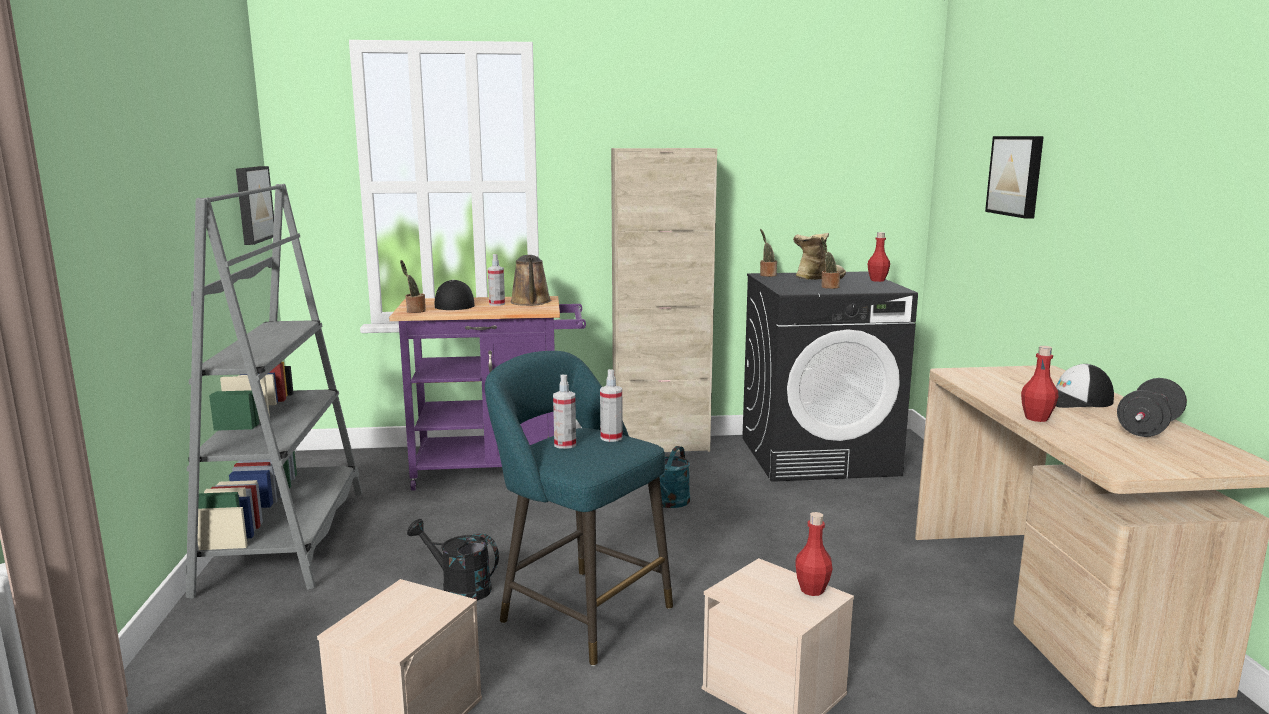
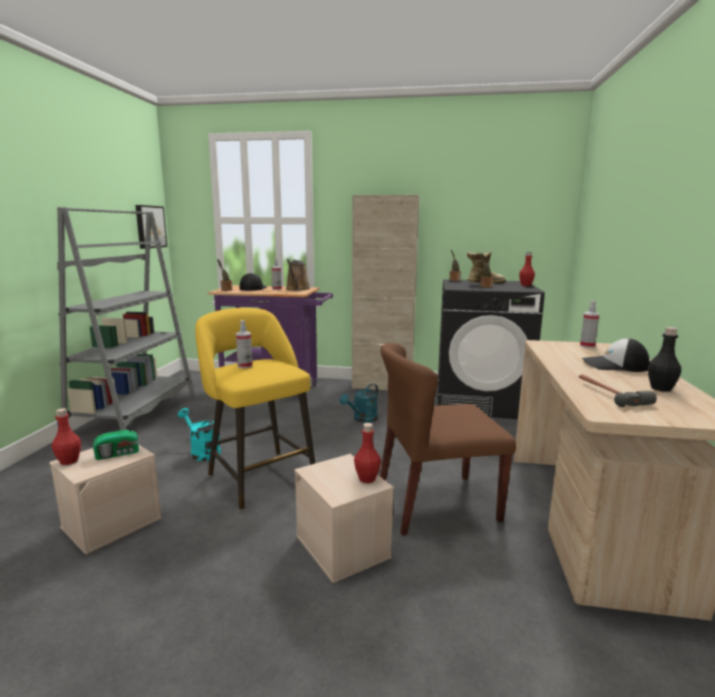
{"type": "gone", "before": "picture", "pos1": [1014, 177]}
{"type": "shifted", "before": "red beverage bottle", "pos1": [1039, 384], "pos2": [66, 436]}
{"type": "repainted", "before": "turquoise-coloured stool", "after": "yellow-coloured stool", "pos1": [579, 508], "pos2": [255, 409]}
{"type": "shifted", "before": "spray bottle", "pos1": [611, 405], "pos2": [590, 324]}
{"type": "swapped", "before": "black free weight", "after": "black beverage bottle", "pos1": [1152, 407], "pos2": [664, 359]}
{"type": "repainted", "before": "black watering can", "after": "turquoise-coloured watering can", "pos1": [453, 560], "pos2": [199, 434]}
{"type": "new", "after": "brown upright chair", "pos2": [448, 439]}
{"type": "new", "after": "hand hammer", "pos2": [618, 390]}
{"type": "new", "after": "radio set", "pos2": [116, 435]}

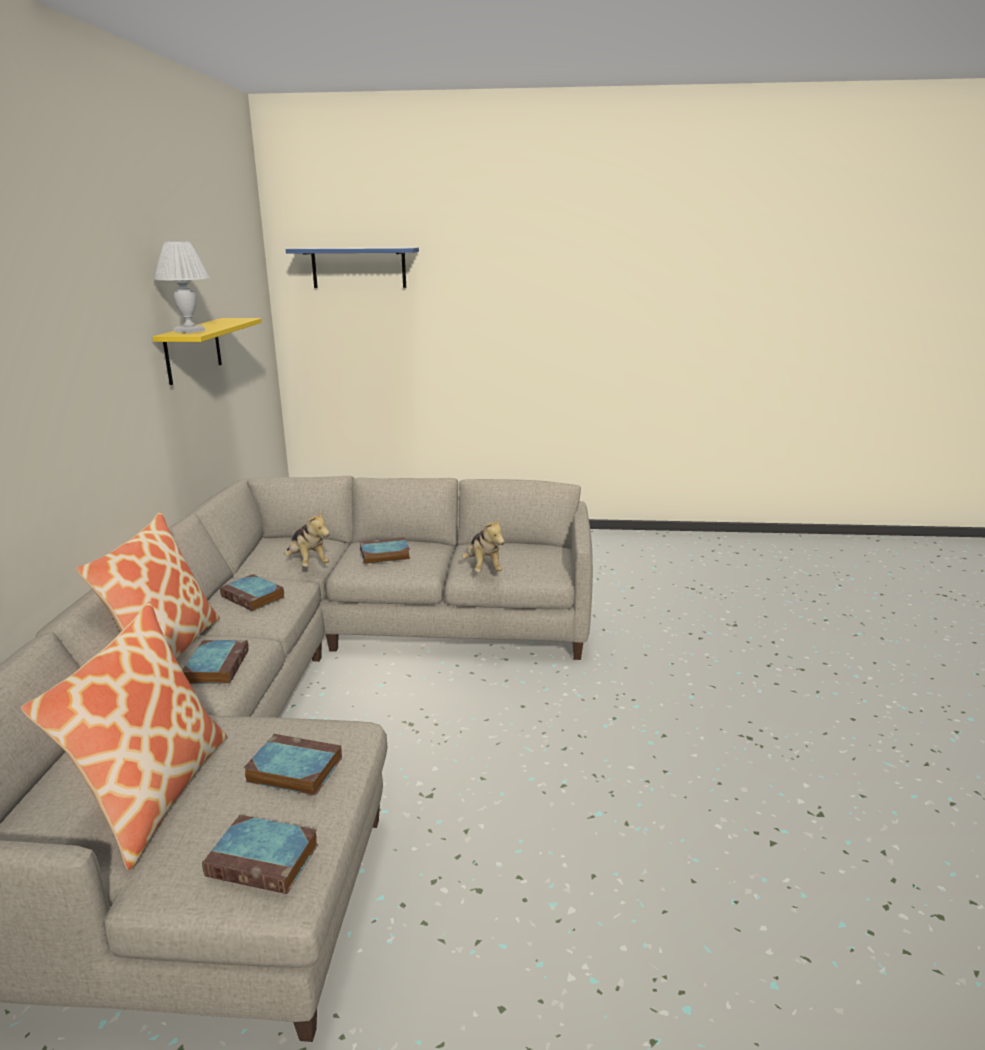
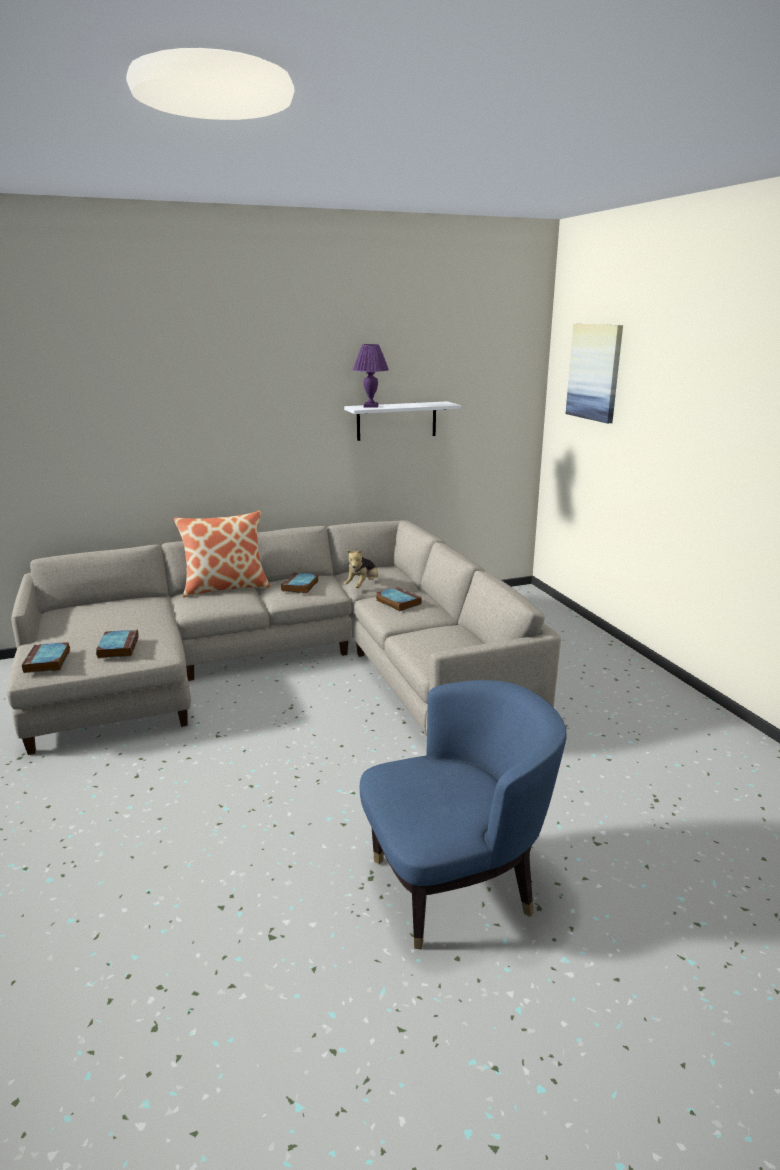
{"type": "repainted", "before": "white-coloured lamp for a table", "after": "purple-coloured lamp for a table", "pos1": [182, 287], "pos2": [371, 376]}
{"type": "swapped", "before": "blue wall shelf", "after": "picture", "pos1": [352, 267], "pos2": [594, 374]}
{"type": "repainted", "before": "yellow-coloured wall shelf", "after": "white-coloured wall shelf", "pos1": [207, 351], "pos2": [402, 421]}
{"type": "gone", "before": "cuddly toy", "pos1": [483, 545]}
{"type": "gone", "before": "throw pillow", "pos1": [124, 736]}
{"type": "gone", "before": "book", "pos1": [215, 662]}
{"type": "new", "after": "blue armchair", "pos2": [463, 815]}

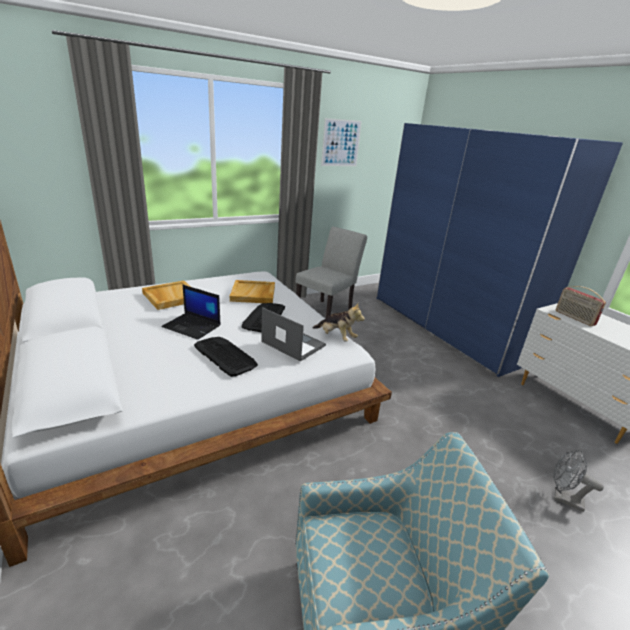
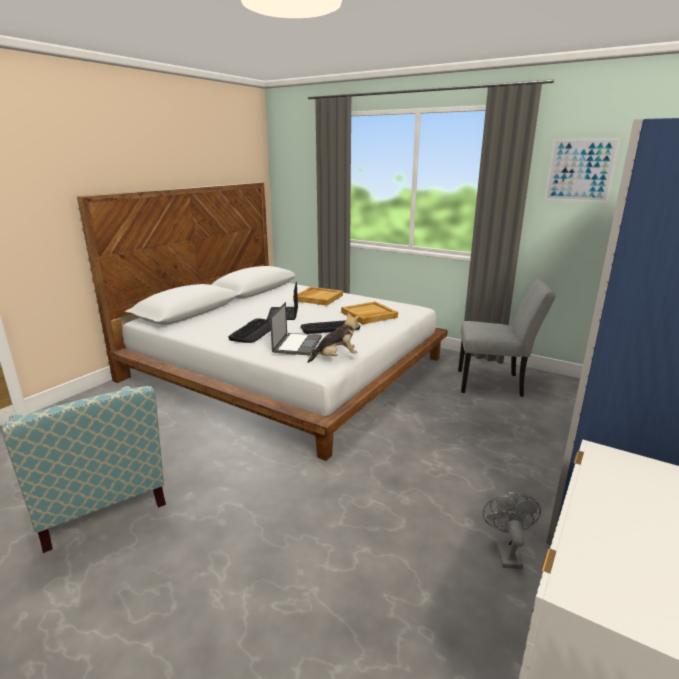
{"type": "gone", "before": "radio set", "pos1": [581, 306]}
{"type": "rotated", "before": "cuddly toy", "pos1": [338, 322], "pos2": [333, 337], "turn": -120}
{"type": "shifted", "before": "grey fan", "pos1": [578, 481], "pos2": [512, 530]}

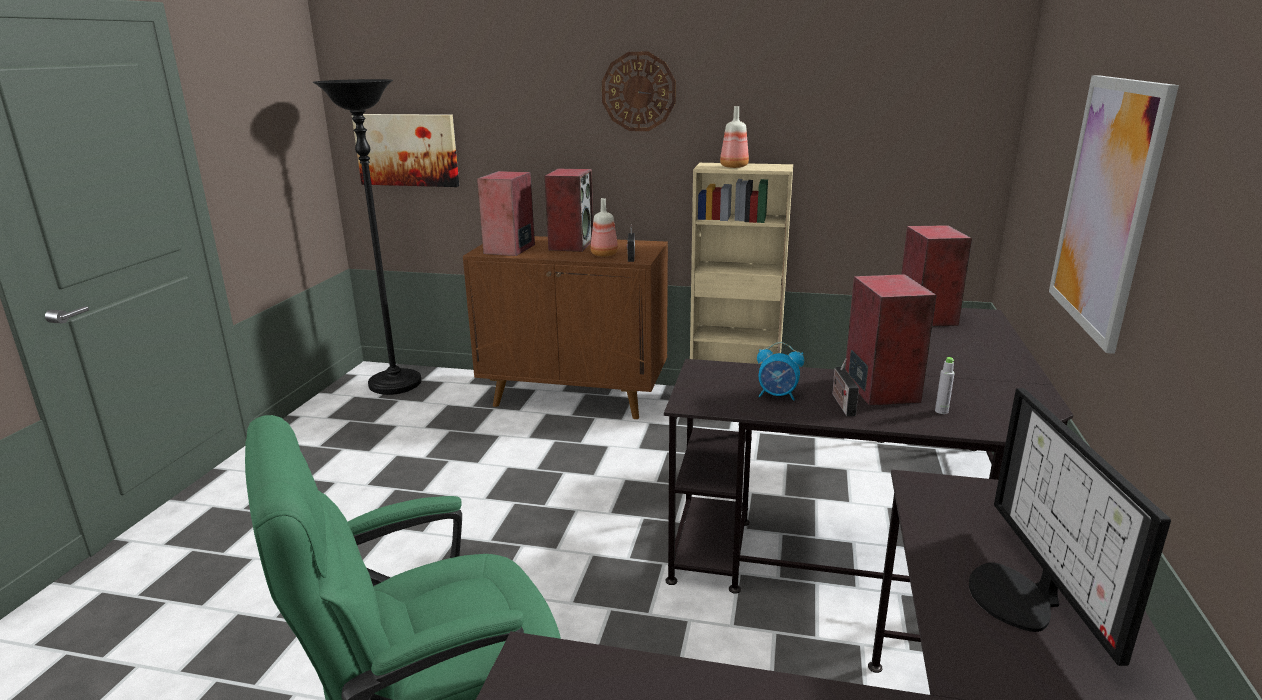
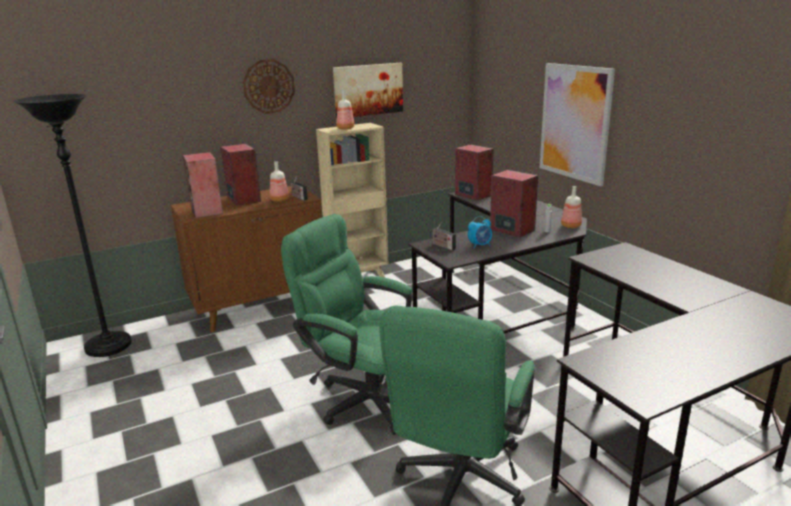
{"type": "shifted", "before": "picture", "pos1": [405, 150], "pos2": [368, 90]}
{"type": "shifted", "before": "radio set", "pos1": [845, 387], "pos2": [444, 236]}
{"type": "gone", "before": "computer screen", "pos1": [1070, 527]}
{"type": "new", "after": "beverage bottle", "pos2": [571, 207]}
{"type": "new", "after": "green computer chair", "pos2": [346, 324]}

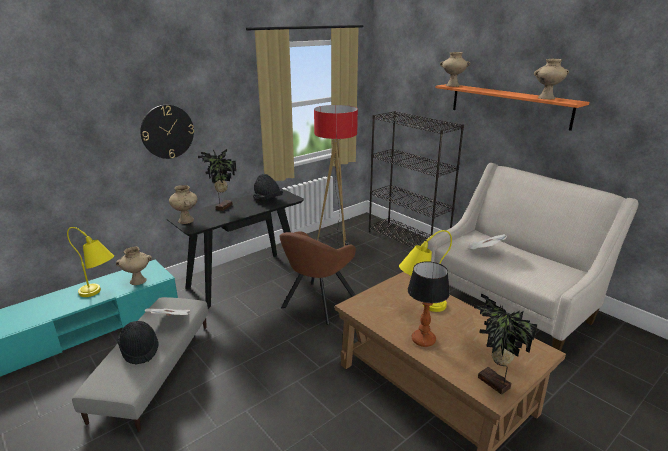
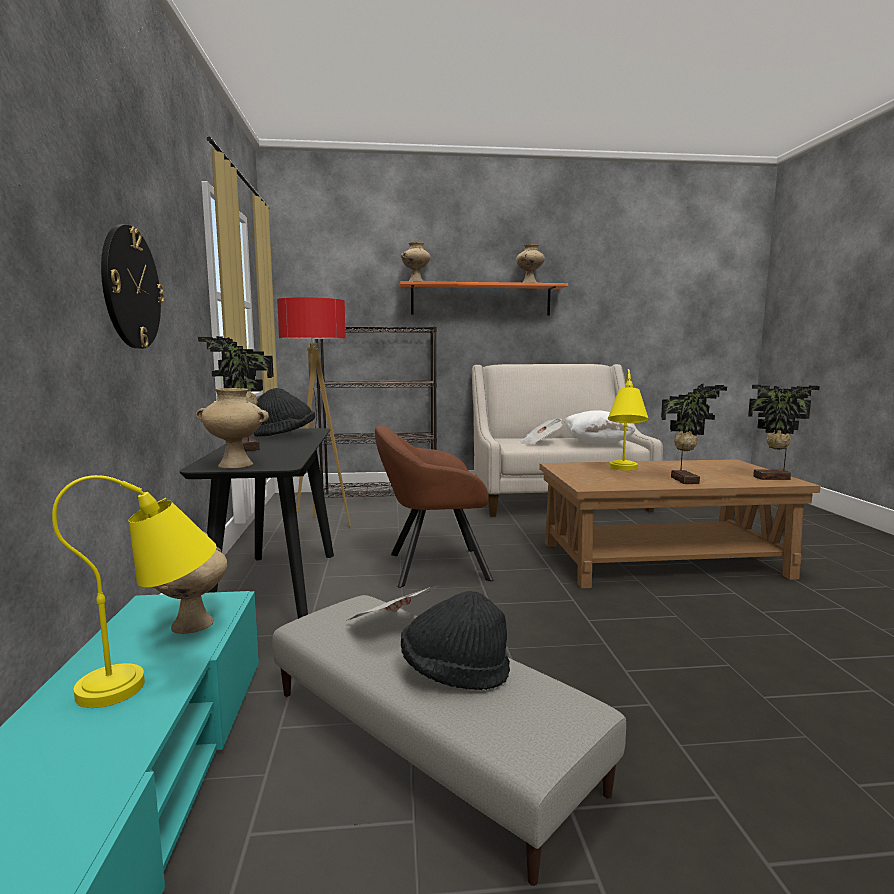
{"type": "rotated", "before": "brown armchair", "pos1": [317, 278], "pos2": [434, 506], "turn": 105}
{"type": "swapped", "before": "lamp for a table", "after": "potted plant", "pos1": [428, 304], "pos2": [694, 434]}
{"type": "new", "after": "white-coloured throw pillow", "pos2": [600, 427]}

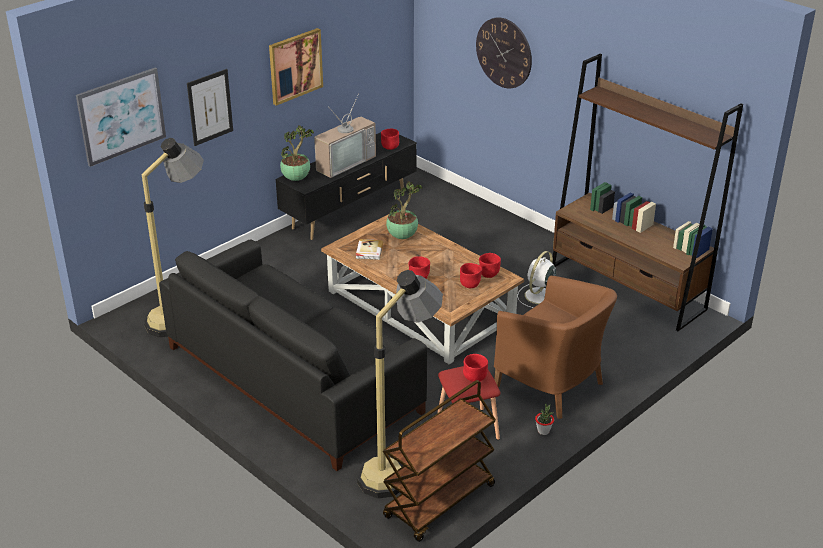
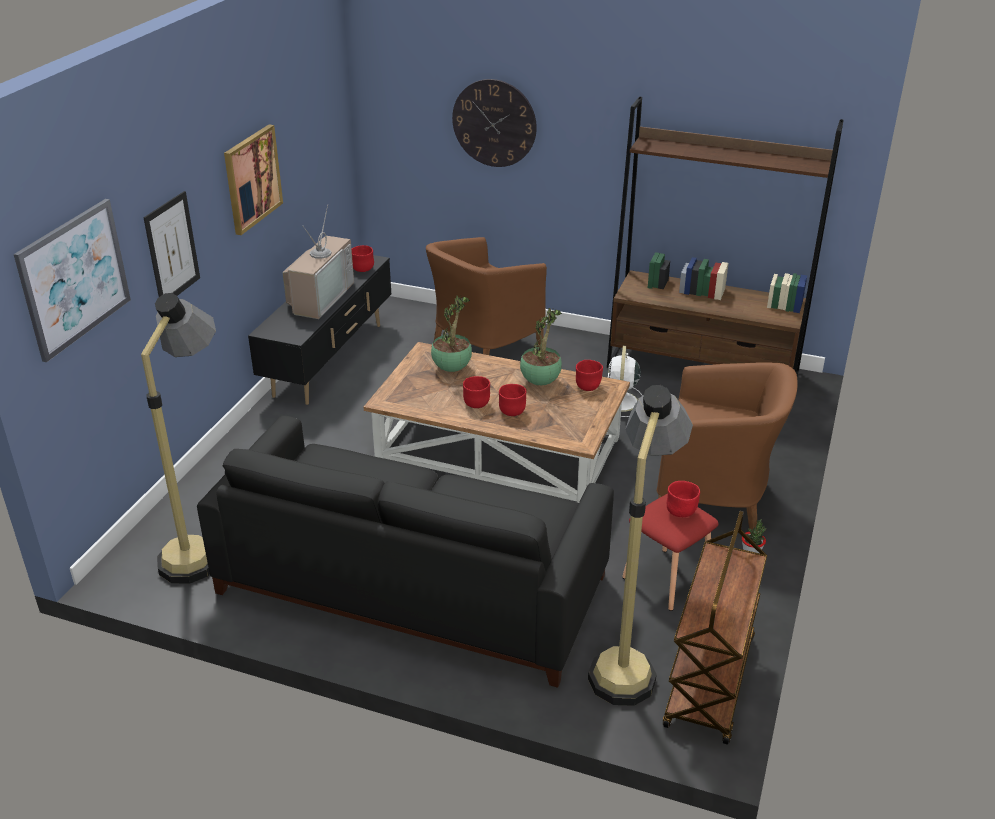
{"type": "shifted", "before": "potted plant", "pos1": [297, 153], "pos2": [541, 346]}
{"type": "gone", "before": "book", "pos1": [369, 249]}
{"type": "shifted", "before": "red serving bowl", "pos1": [471, 275], "pos2": [476, 392]}
{"type": "new", "after": "brown armchair", "pos2": [486, 296]}

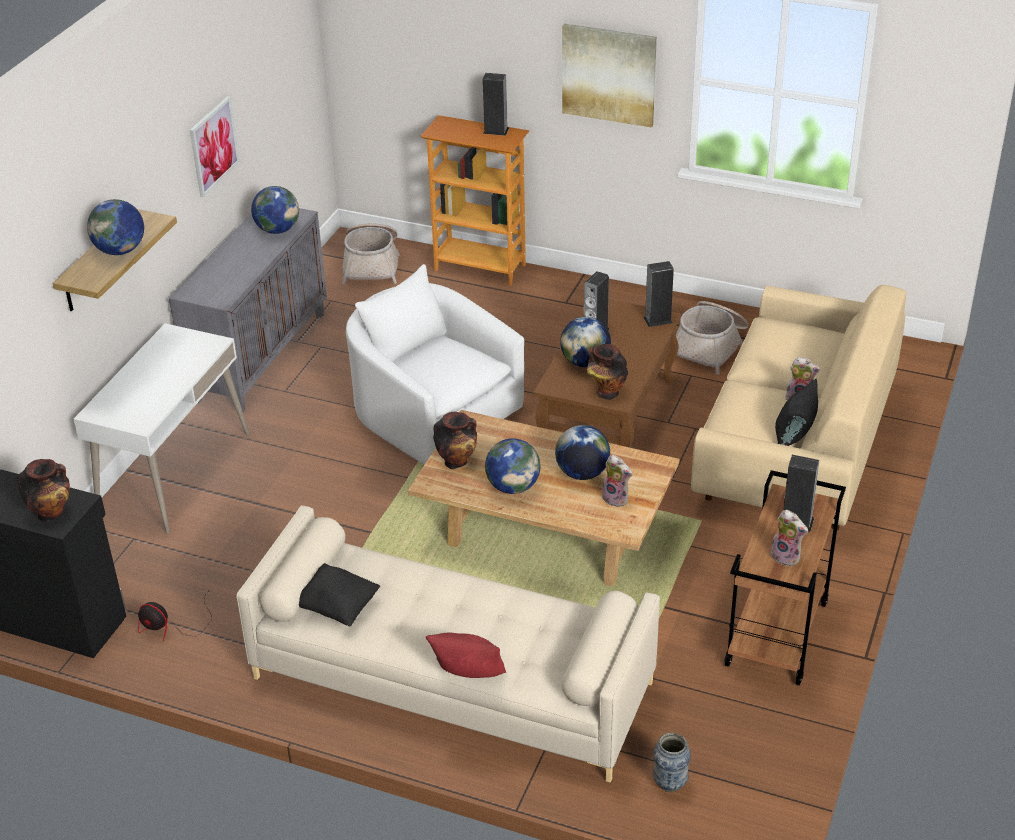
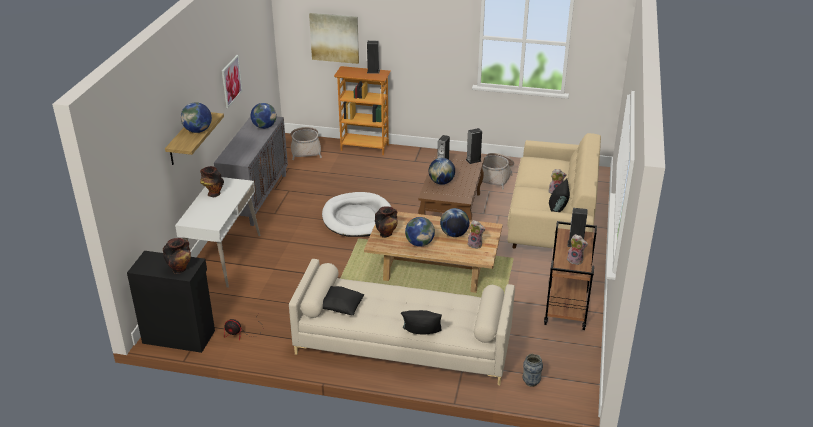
{"type": "shifted", "before": "picture", "pos1": [609, 75], "pos2": [334, 38]}
{"type": "swapped", "before": "white-coloured armchair", "after": "white-coloured dog cushion", "pos1": [435, 364], "pos2": [356, 214]}
{"type": "shifted", "before": "decorative vase", "pos1": [607, 372], "pos2": [212, 181]}
{"type": "repainted", "before": "red throw pillow", "after": "black throw pillow", "pos1": [466, 655], "pos2": [421, 322]}

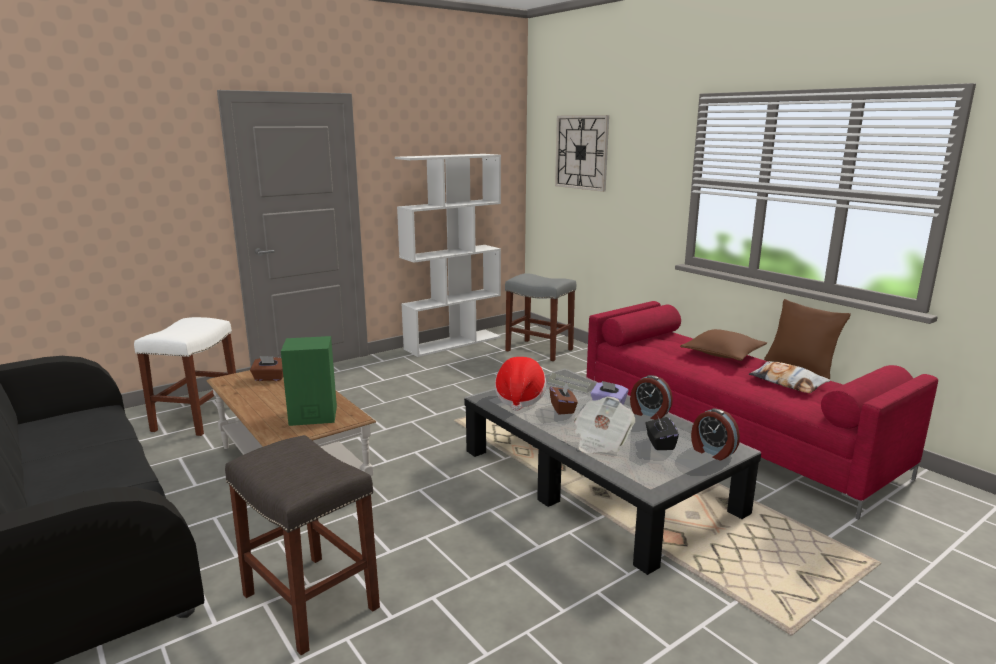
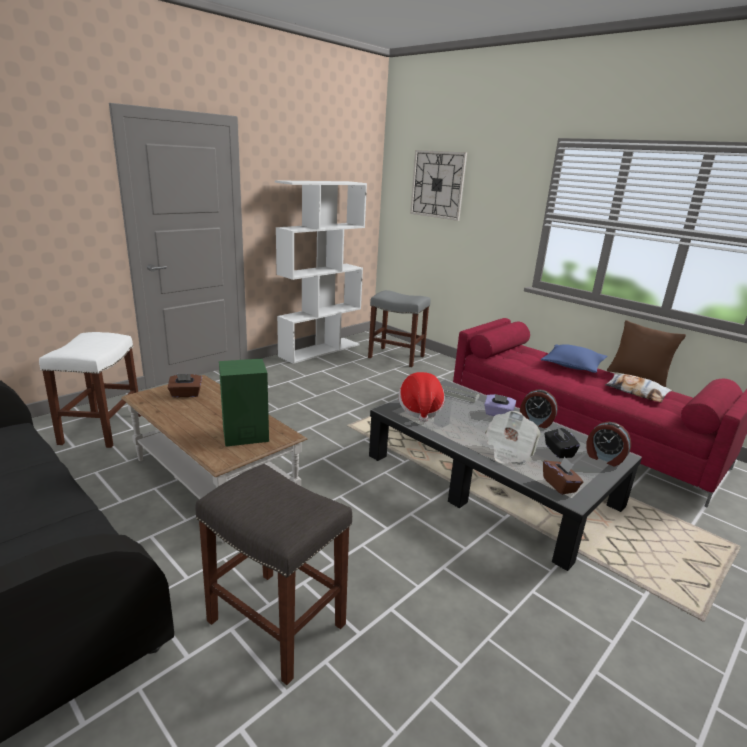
{"type": "repainted", "before": "brown throw pillow", "after": "blue throw pillow", "pos1": [723, 345], "pos2": [574, 358]}
{"type": "shifted", "before": "brown box of tissues", "pos1": [563, 399], "pos2": [563, 475]}

